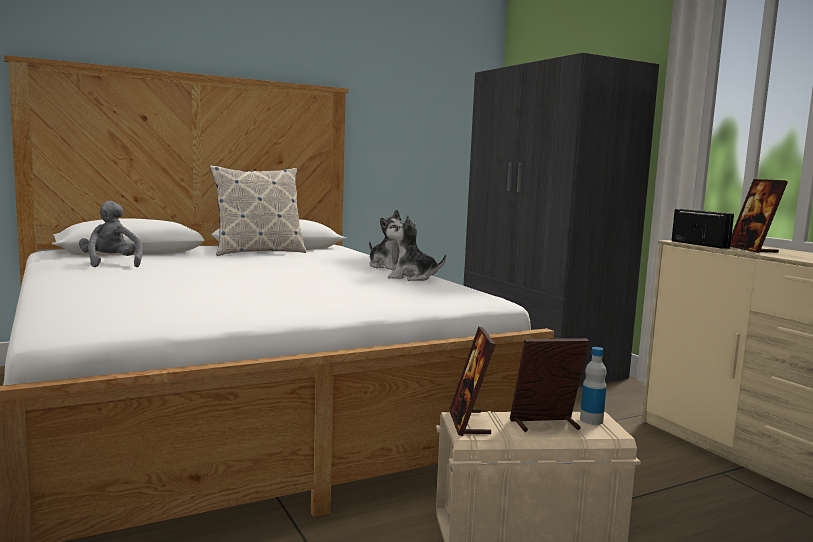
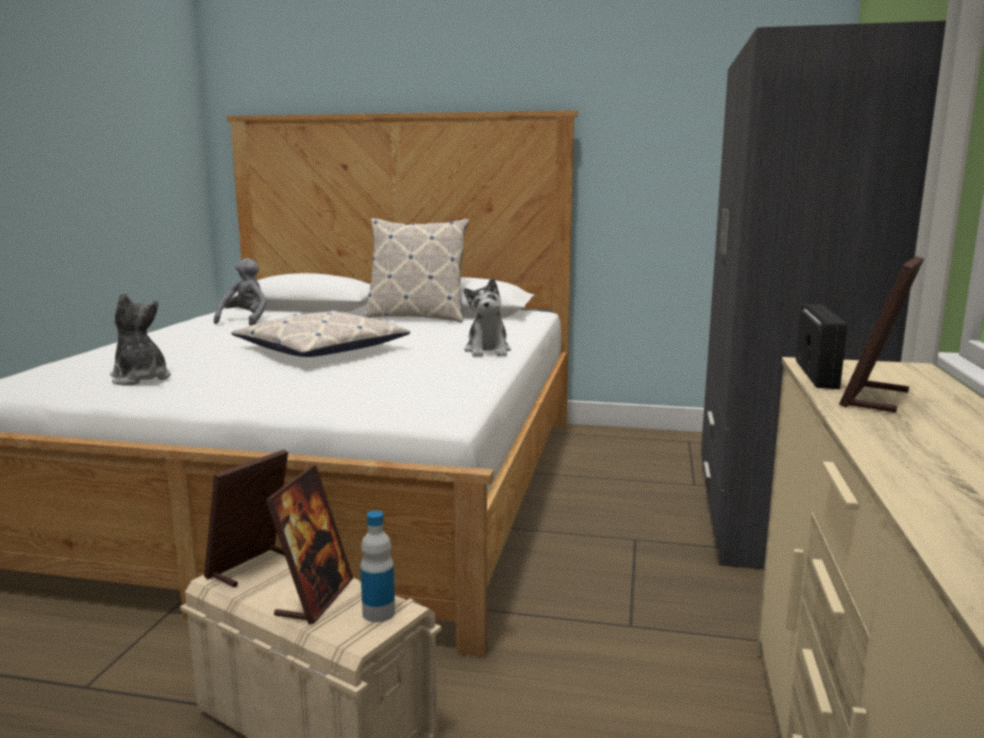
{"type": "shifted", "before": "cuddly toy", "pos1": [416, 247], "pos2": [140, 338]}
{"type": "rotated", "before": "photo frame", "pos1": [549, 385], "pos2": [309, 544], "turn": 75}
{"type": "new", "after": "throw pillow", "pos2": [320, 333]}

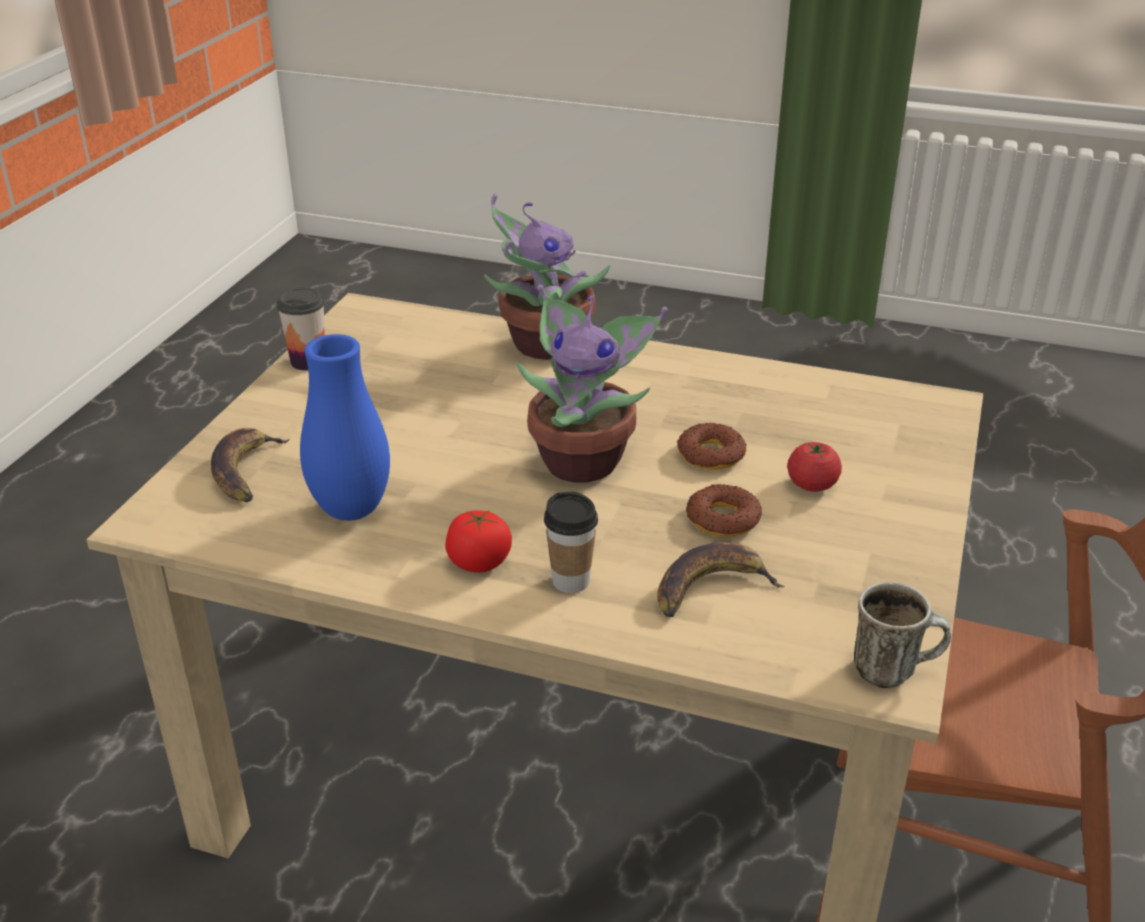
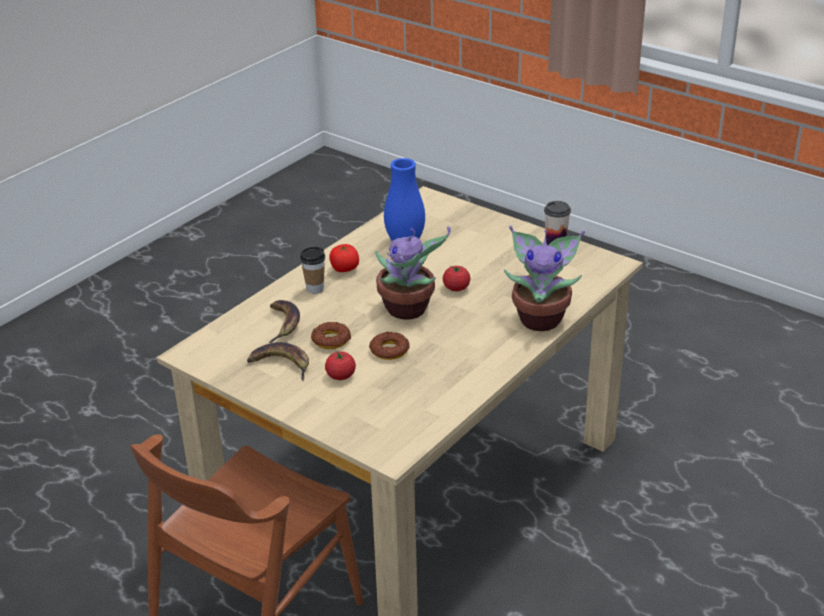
{"type": "shifted", "before": "banana", "pos1": [250, 465], "pos2": [278, 361]}
{"type": "gone", "before": "tea mug", "pos1": [902, 635]}
{"type": "new", "after": "fresh tomato", "pos2": [456, 278]}

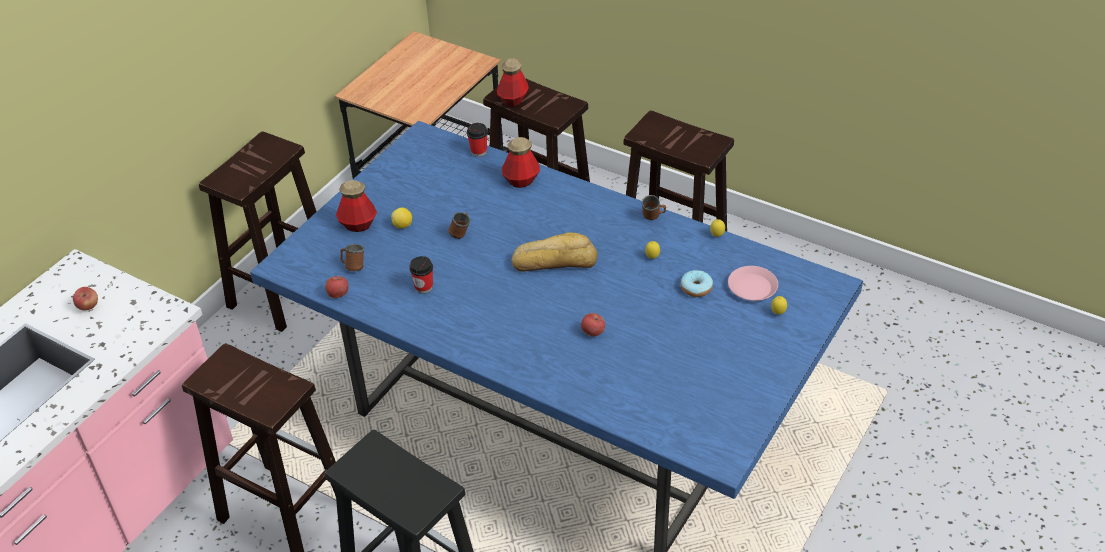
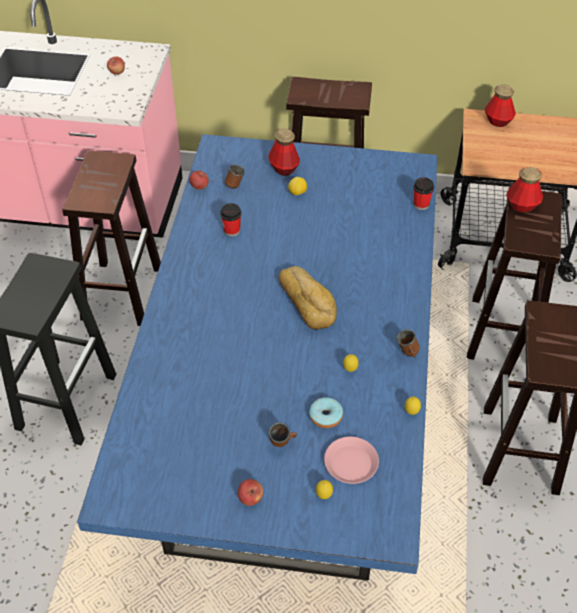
{"type": "shifted", "before": "beverage bottle", "pos1": [521, 162], "pos2": [500, 105]}
{"type": "shifted", "before": "brown tea mug", "pos1": [459, 225], "pos2": [283, 434]}
{"type": "shifted", "before": "whole apple", "pos1": [593, 324], "pos2": [250, 492]}

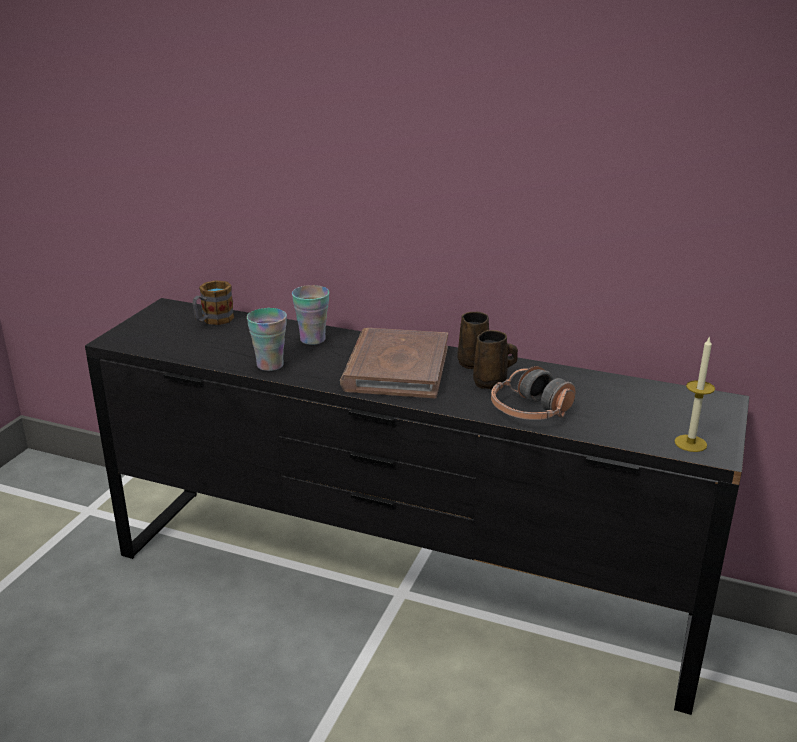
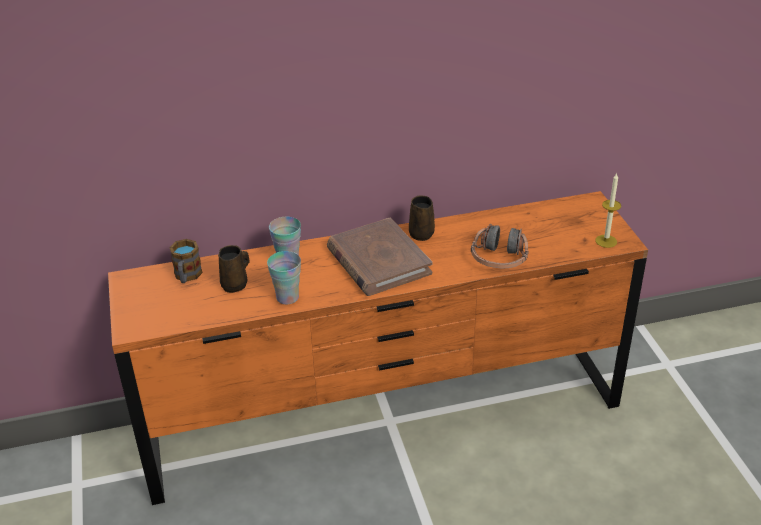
{"type": "repainted", "before": "black chest of drawers", "after": "orangey chest of drawers", "pos1": [417, 506], "pos2": [378, 348]}
{"type": "shifted", "before": "brown tea mug", "pos1": [495, 359], "pos2": [234, 269]}

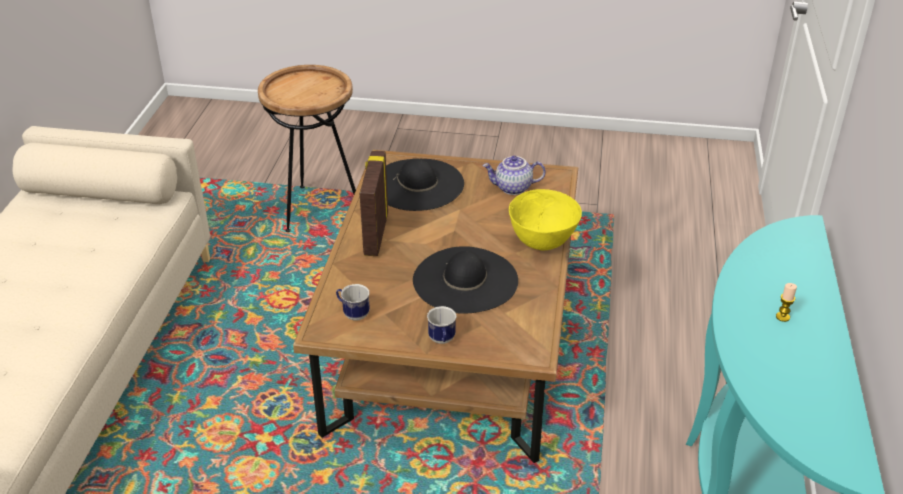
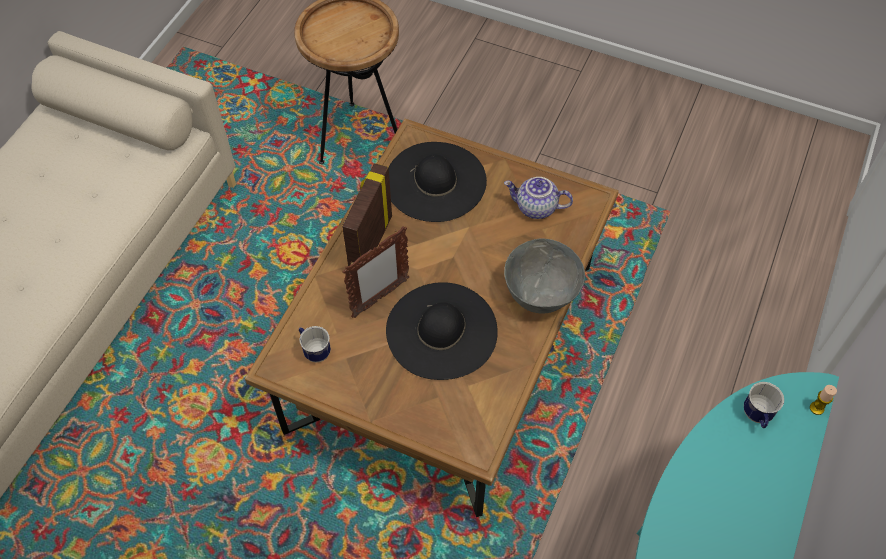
{"type": "repainted", "before": "yellow-coloured serving bowl", "after": "grey serving bowl", "pos1": [545, 220], "pos2": [544, 276]}
{"type": "shifted", "before": "wax candle", "pos1": [786, 302], "pos2": [823, 400]}
{"type": "shifted", "before": "tea mug", "pos1": [441, 325], "pos2": [764, 405]}
{"type": "new", "after": "photo frame", "pos2": [375, 272]}

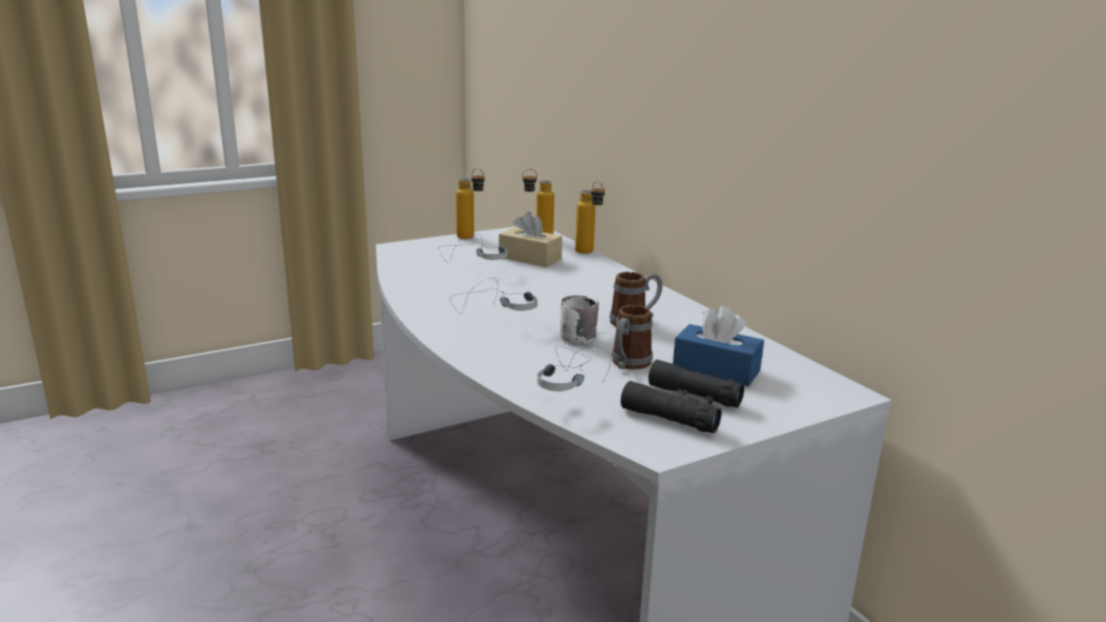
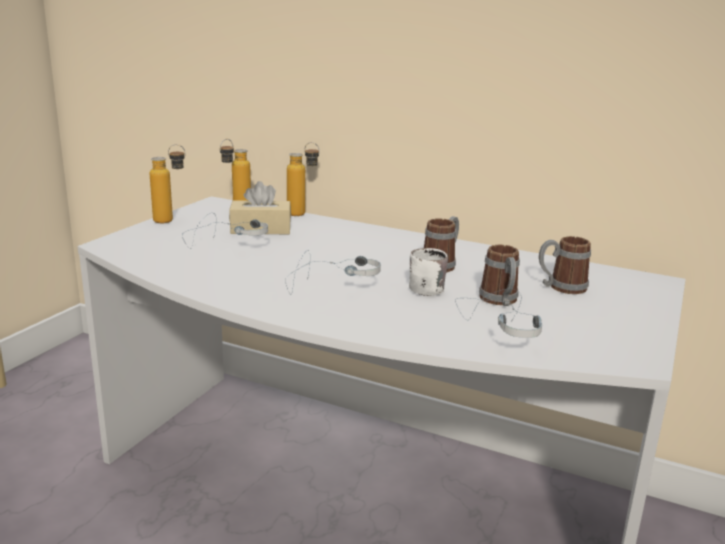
{"type": "swapped", "before": "blue box of tissues", "after": "tea mug", "pos1": [718, 346], "pos2": [565, 265]}
{"type": "gone", "before": "black binoculars", "pos1": [682, 396]}

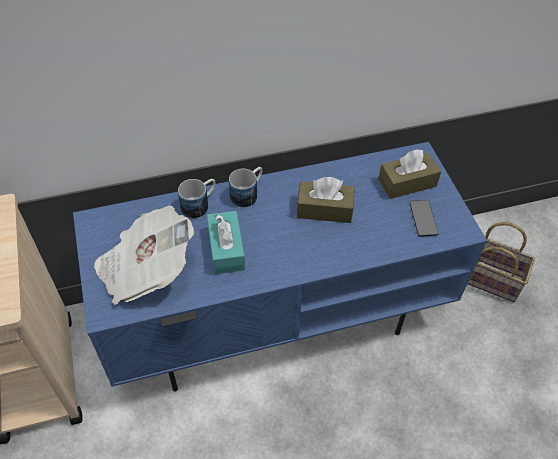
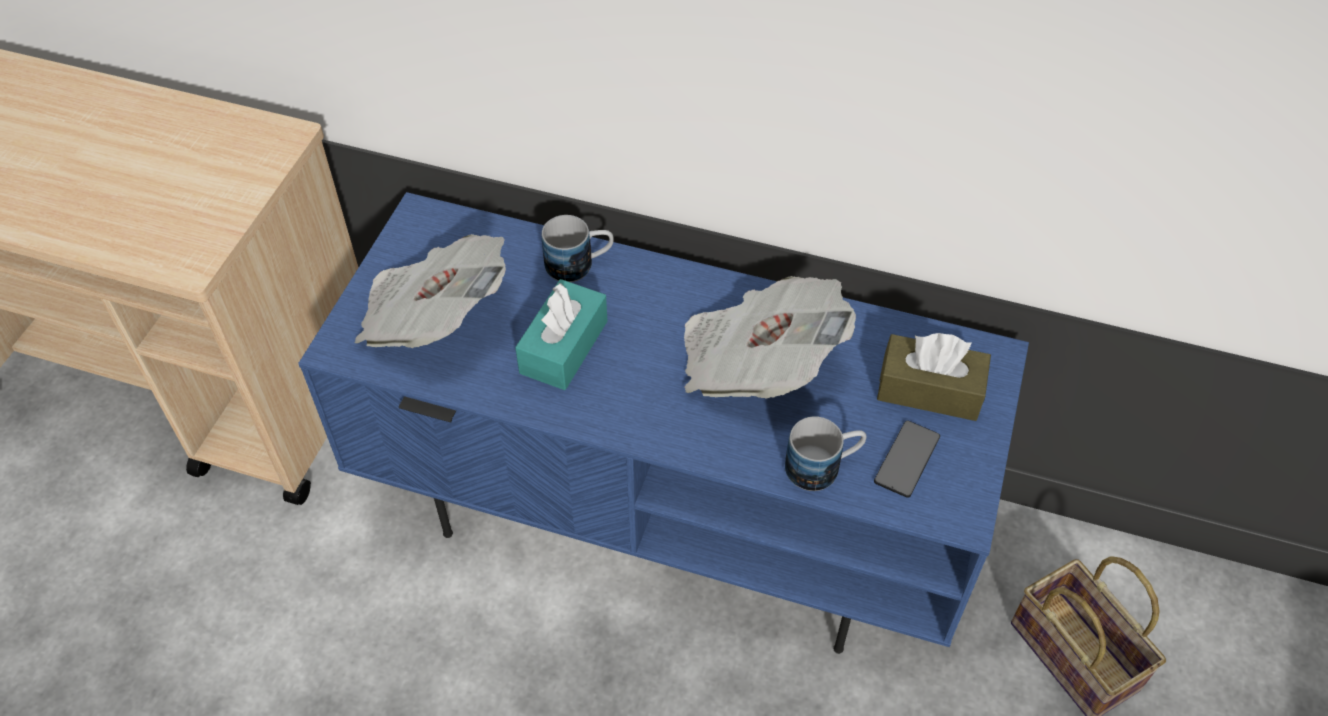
{"type": "shifted", "before": "tea mug", "pos1": [245, 187], "pos2": [825, 453]}
{"type": "swapped", "before": "brown box of tissues", "after": "daily paper", "pos1": [326, 200], "pos2": [770, 337]}

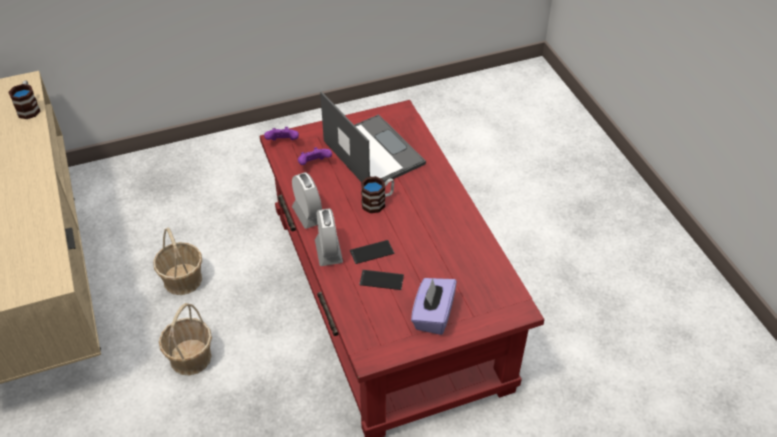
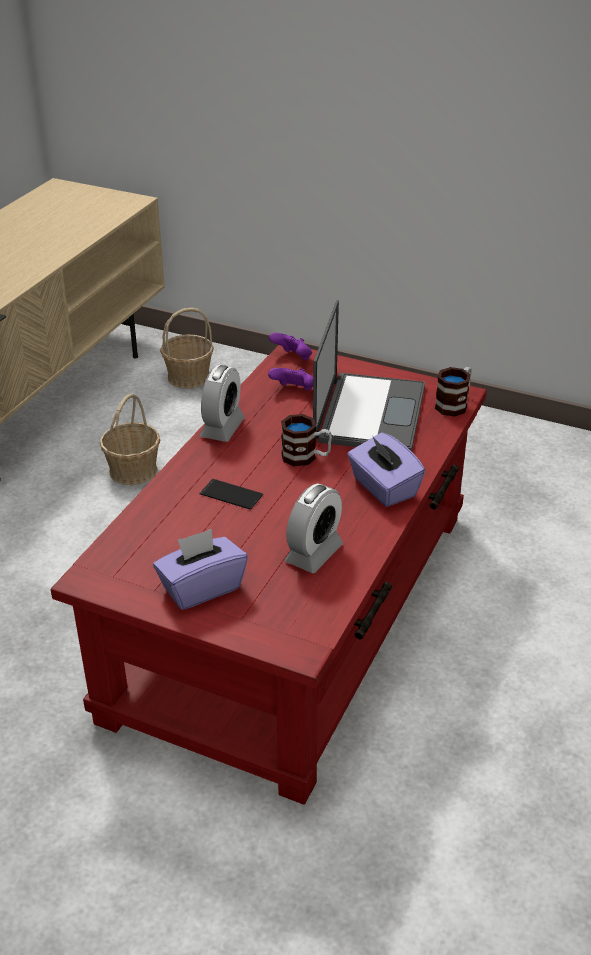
{"type": "shifted", "before": "tea mug", "pos1": [24, 99], "pos2": [453, 392]}
{"type": "shifted", "before": "alarm clock", "pos1": [329, 237], "pos2": [314, 528]}
{"type": "gone", "before": "telephone", "pos1": [381, 280]}
{"type": "shifted", "before": "household basket", "pos1": [185, 339], "pos2": [187, 348]}
{"type": "new", "after": "purple-coloured box of tissues", "pos2": [386, 469]}

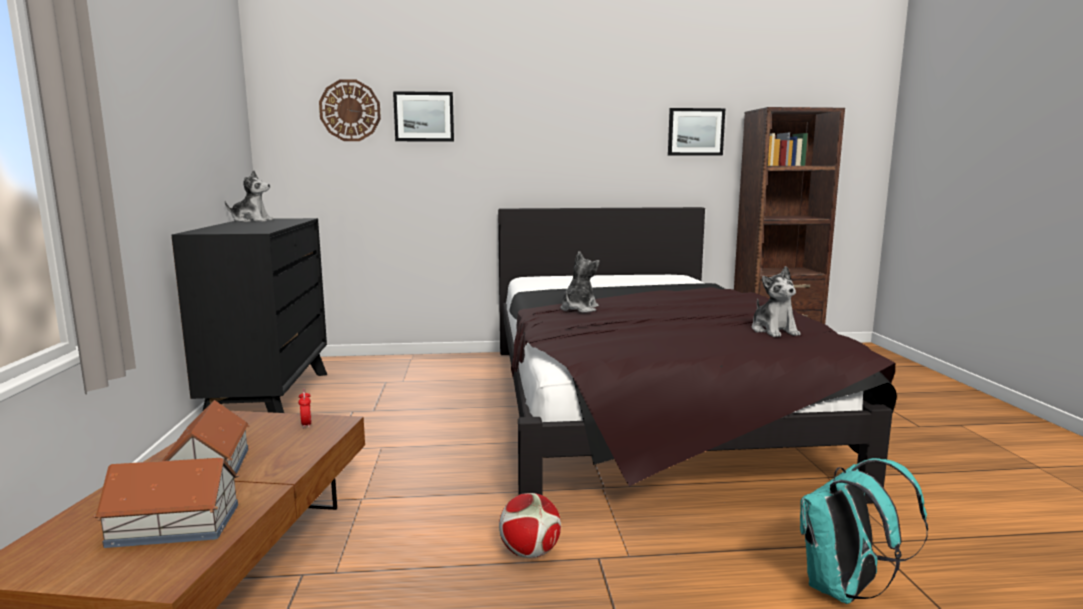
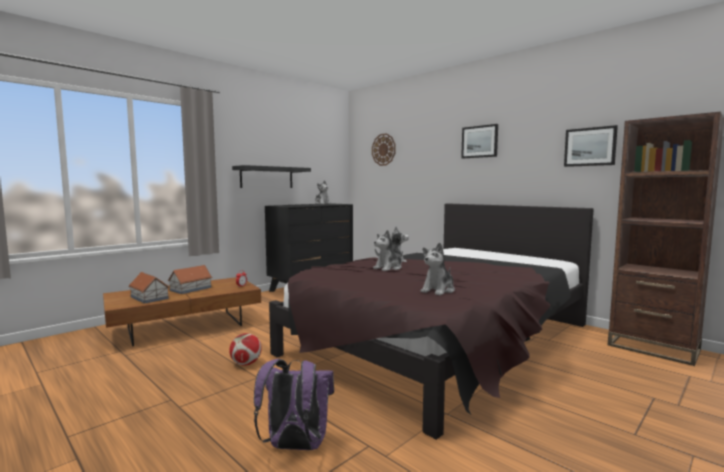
{"type": "shifted", "before": "picture", "pos1": [423, 116], "pos2": [479, 141]}
{"type": "repainted", "before": "turquoise-coloured knapsack", "after": "purple-coloured knapsack", "pos1": [864, 531], "pos2": [294, 404]}
{"type": "new", "after": "black wall shelf", "pos2": [271, 176]}
{"type": "new", "after": "cuddly toy", "pos2": [388, 250]}

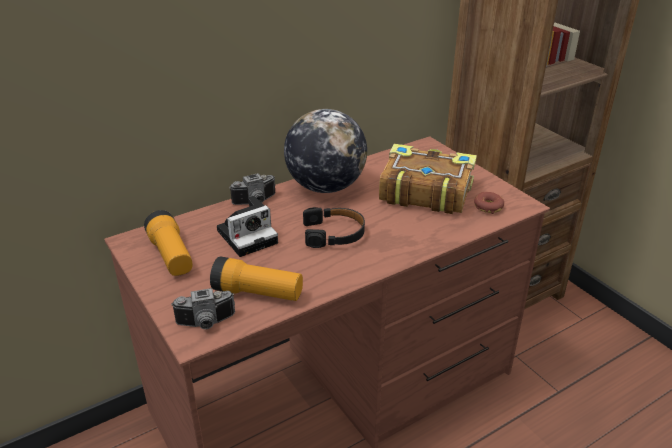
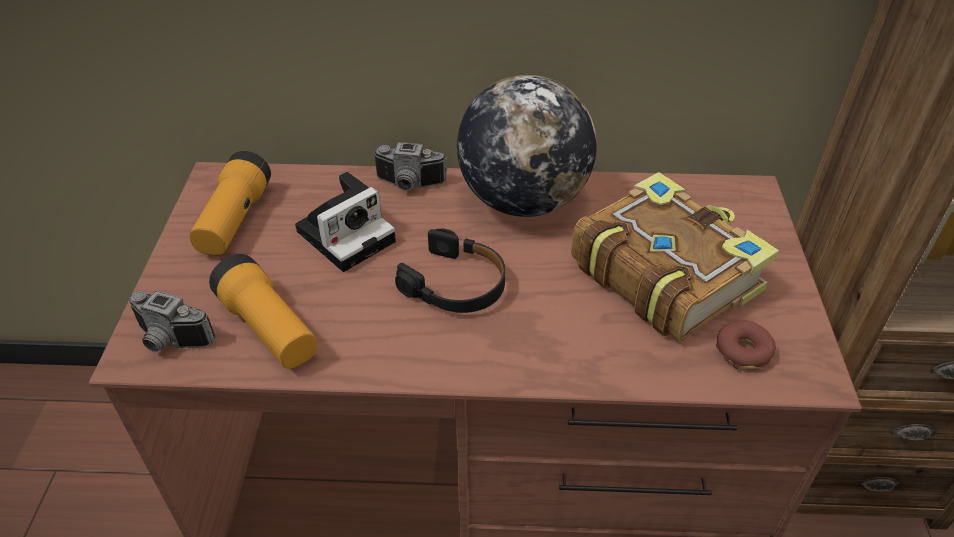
{"type": "rotated", "before": "still camera", "pos1": [247, 226], "pos2": [345, 222], "turn": -45}

